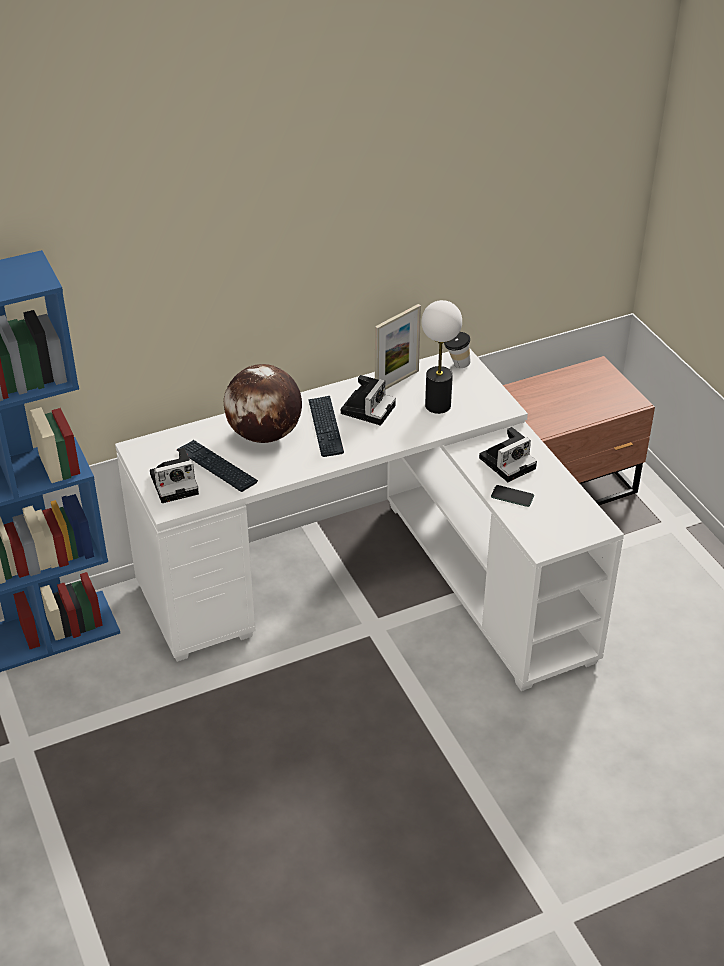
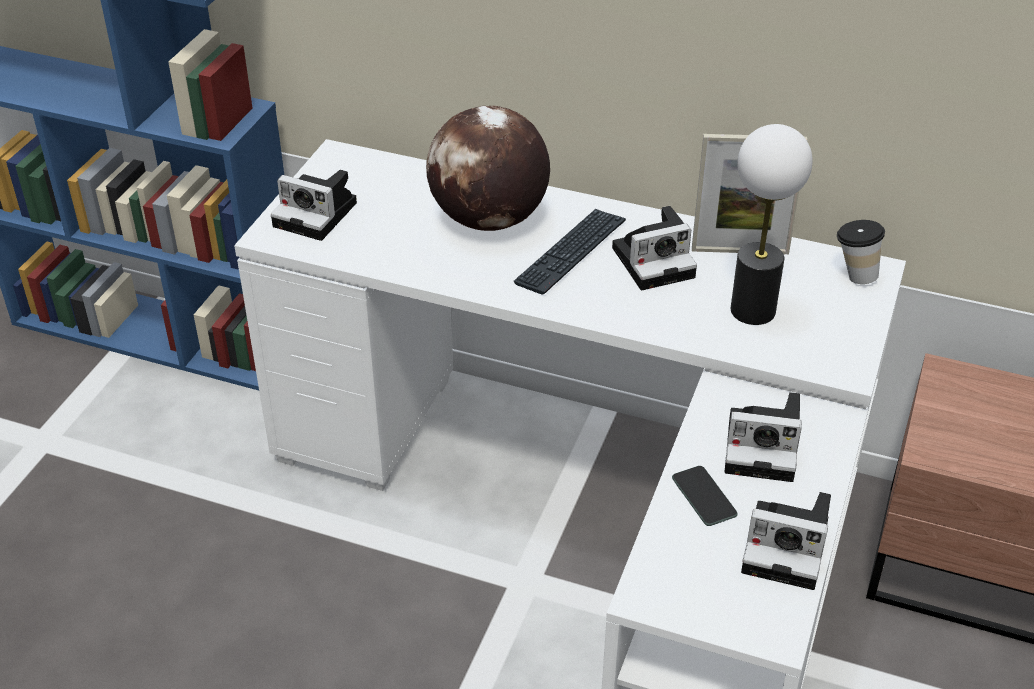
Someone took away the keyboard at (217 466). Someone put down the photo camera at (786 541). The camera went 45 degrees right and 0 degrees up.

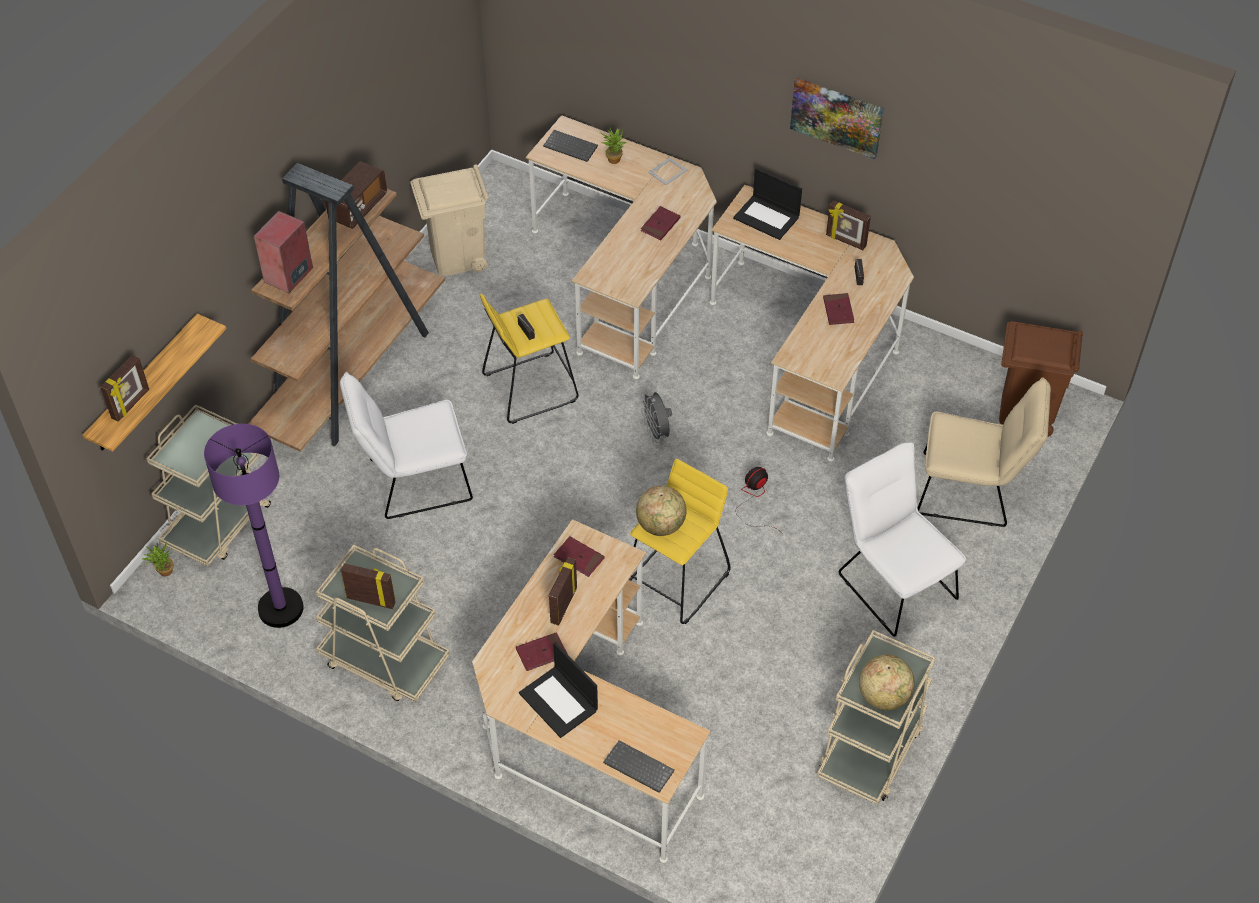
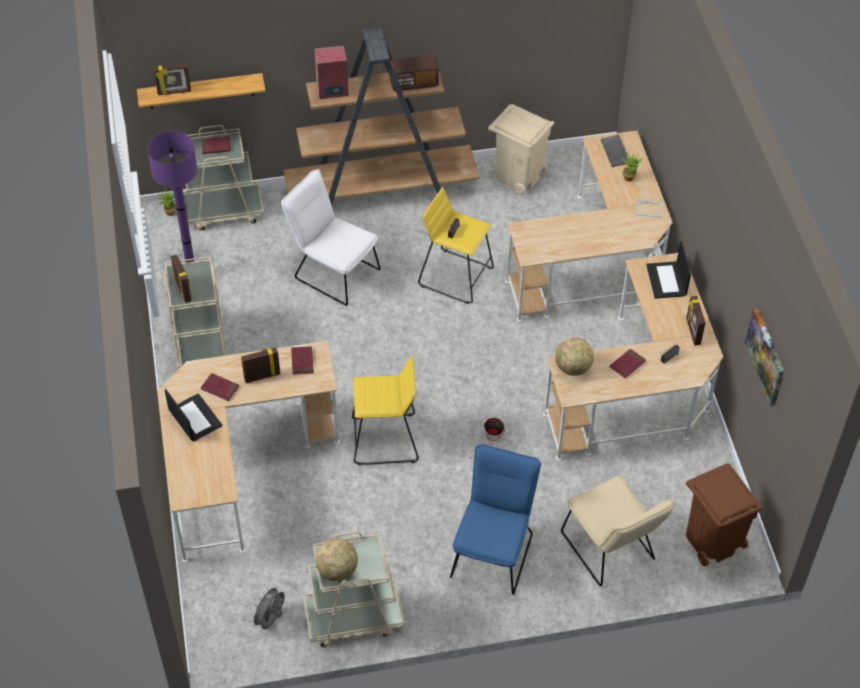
Someone took away the keyboard at (639 767). Someone carried the globe from (661 511) to (574 356). Someone carried the grey fan from (656 417) to (267 606). Someone carried the red book from (661 223) to (216 145). Someone carried the picture from (837 118) to (765 356). Someone repainted the white chair at (902 539), which became the blue chair at (495 519). Someone rotated the laptop at (558 690) by 135 degrees clockwise. The camera went 50 degrees right and 0 degrees up.

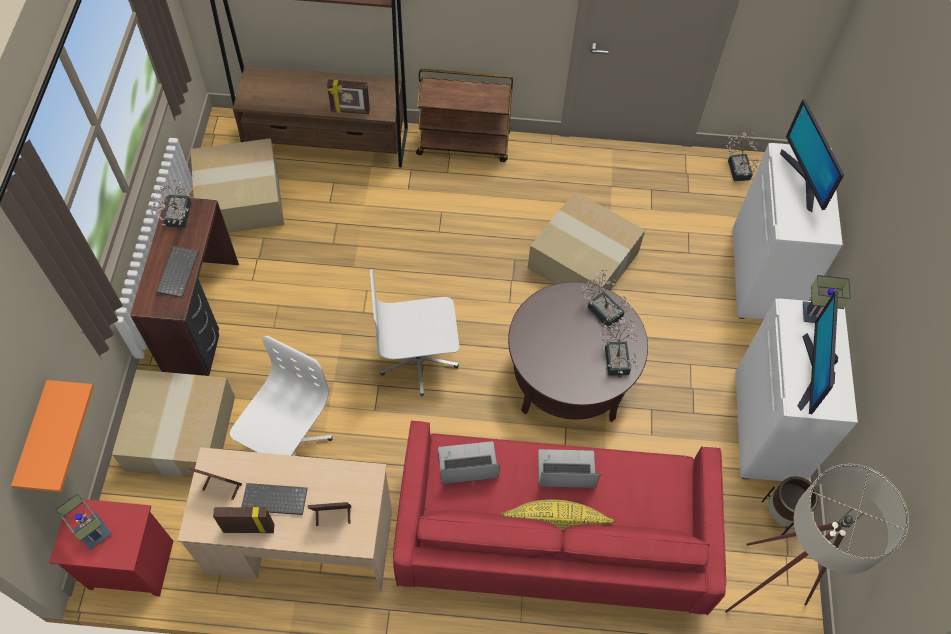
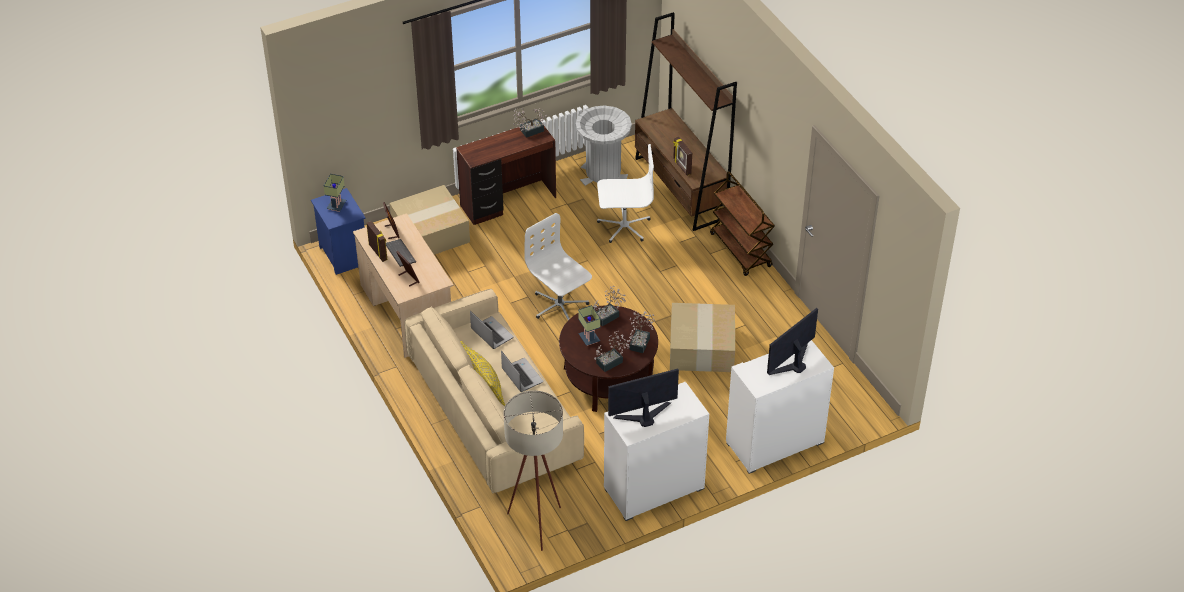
Someone took away the orange shelf at (52 436). Someone took away the keyboard at (177 272). Someone took away the brown planter at (790 505). Someone carried the white office chair from (281 396) to (625 193). Someone carried the potted plant from (742 157) to (609 306). Someone carried the table lamp from (827 299) to (589 325). Someone swapped the cardboard box at (237 185) for the grey trash can at (604 145). Someone repainted the red nightstand at (111 547), which became the blue nightstand at (338 231). Someone repainted the red sofa at (559 517), which became the beige sofa at (494 391). The camera went 60 degrees right and 15 degrees down.

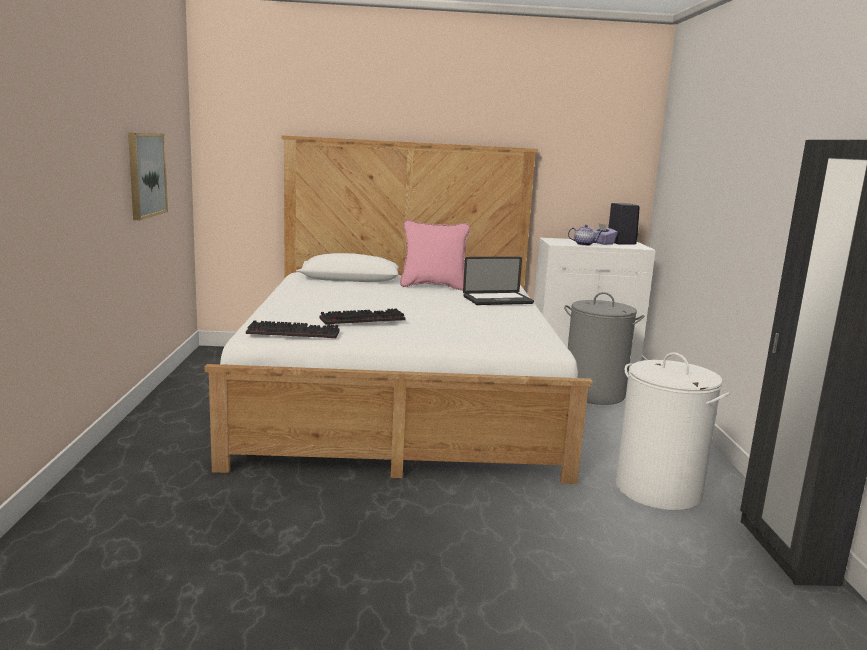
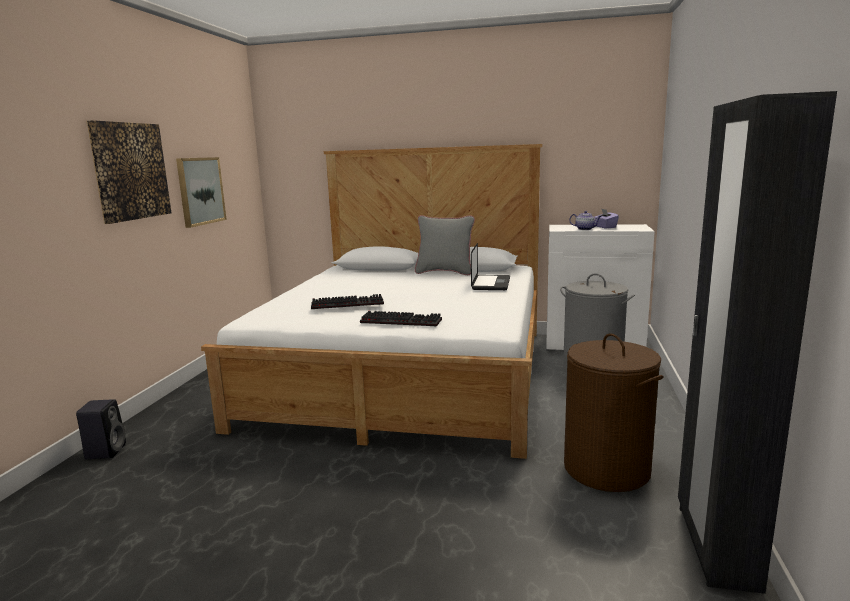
Someone put up the picture at (128 172). Someone carried the keyboard from (293 329) to (401 319). Someone carried the black speaker from (623 224) to (101 429). Someone repainted the pink pillow at (435 255), which became the grey pillow at (445 245). Someone repainted the white laundry basket at (673 431), which became the brown laundry basket at (613 412). Someone rotated the laptop at (498 281) by 75 degrees counterclockwise. The camera went 15 degrees right and 0 degrees up.

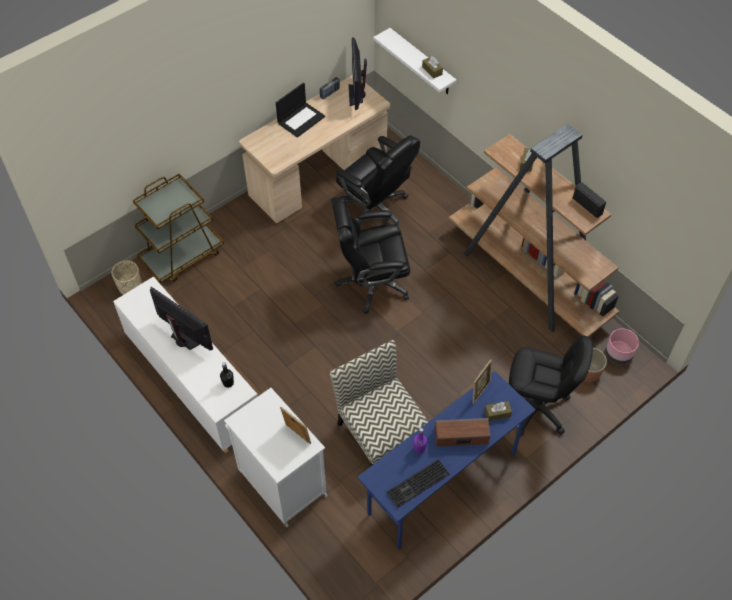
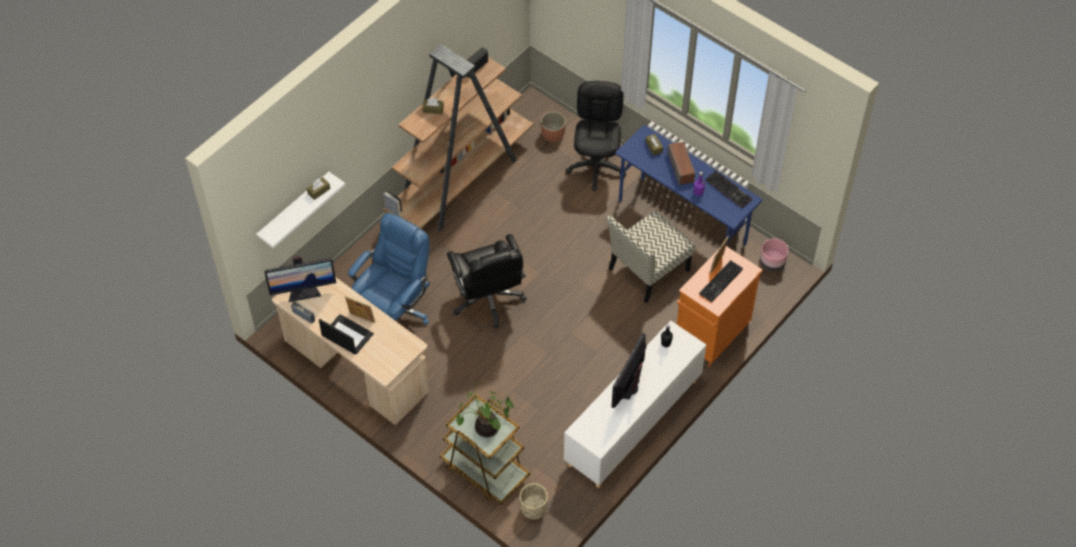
Someone put down the potted plant at (484 410). Someone put down the keyboard at (721 281). Someone carried the picture frame from (482 381) to (360 309). Someone carried the pink planter from (622 346) to (774 254). Someone repainted the white cabinet at (276 457), which became the orange cabinet at (720 307). Someone repainted the black office chair at (378 181), which became the blue office chair at (389 268). The camera went 100 degrees left and 0 degrees up.

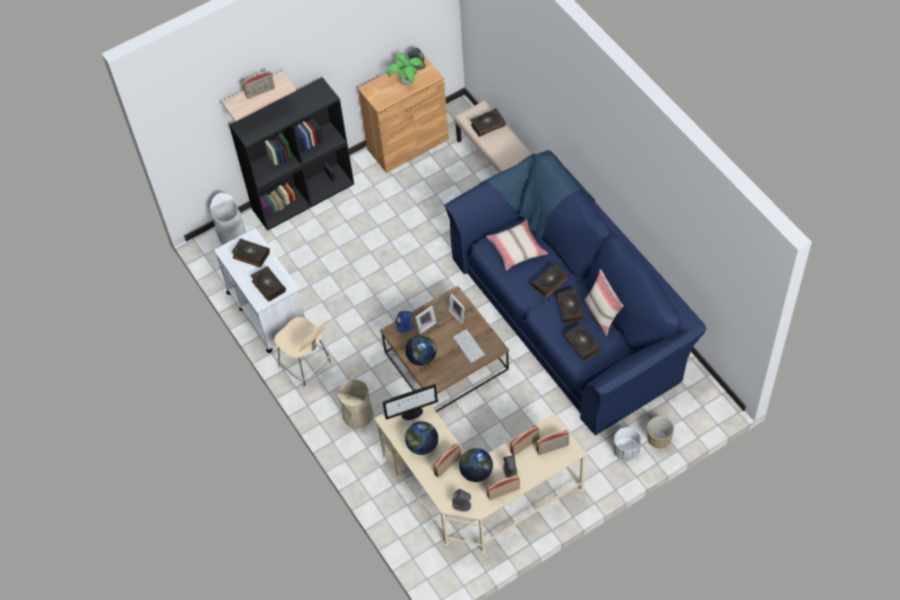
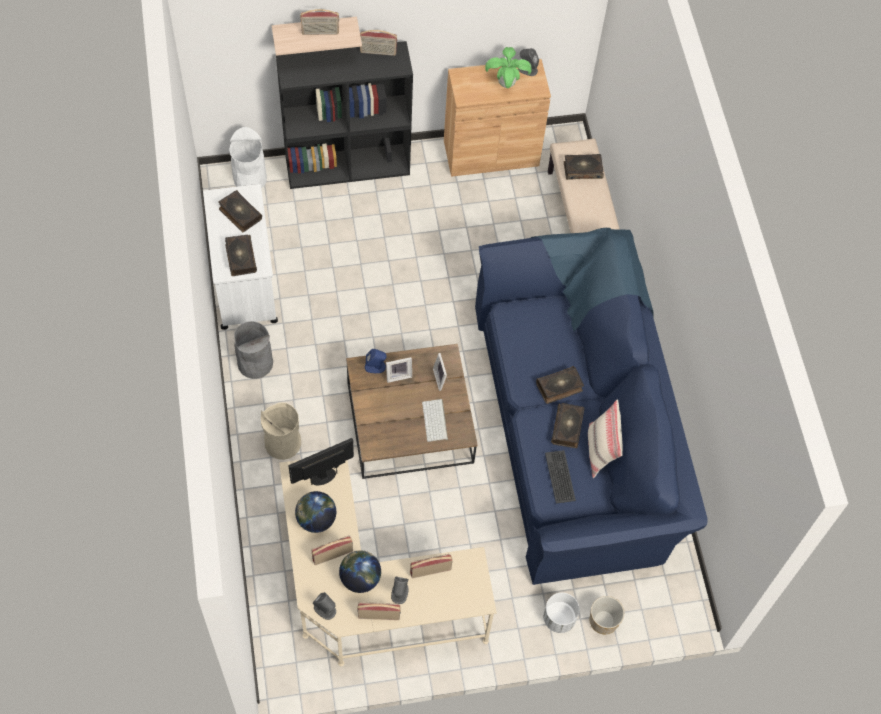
Someone took away the globe at (421 350). Someone took away the beige pillow at (517 244). Someone carried the radio from (552 442) to (378 43). Someone swapped the beige chair at (303 353) for the grey trash can at (253 350). Someone swapped the book at (582 342) for the keyboard at (560 476). Someone rotated the monitor at (410 402) by 150 degrees clockwise. The camera went 15 degrees right and 5 degrees up.

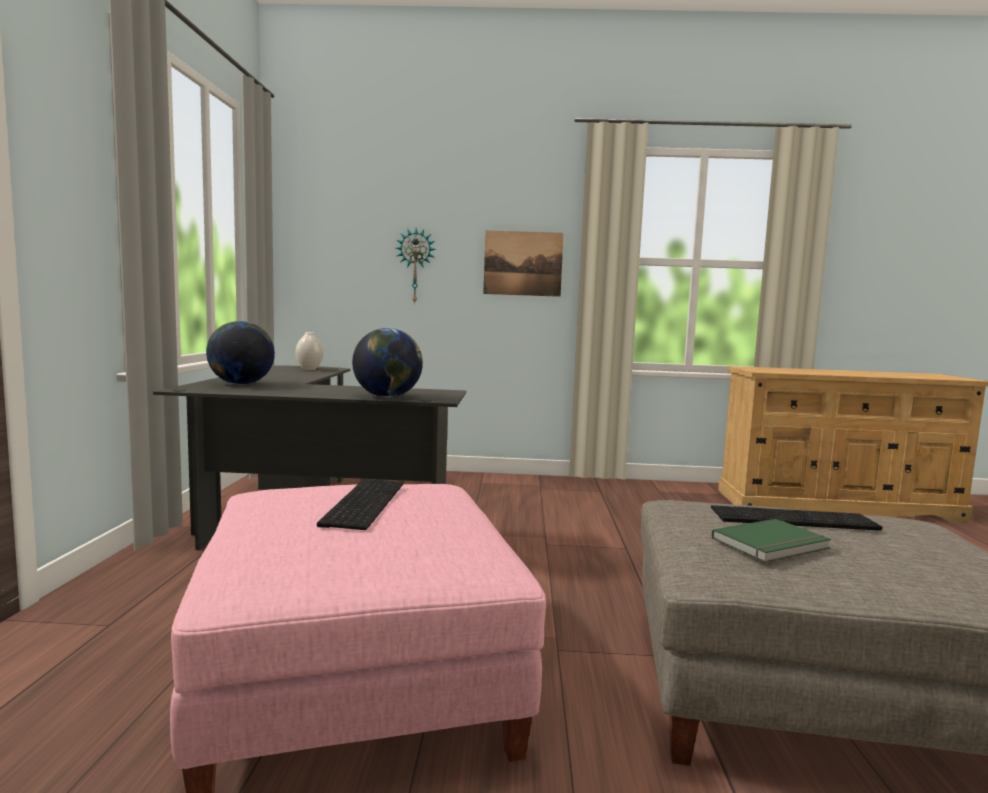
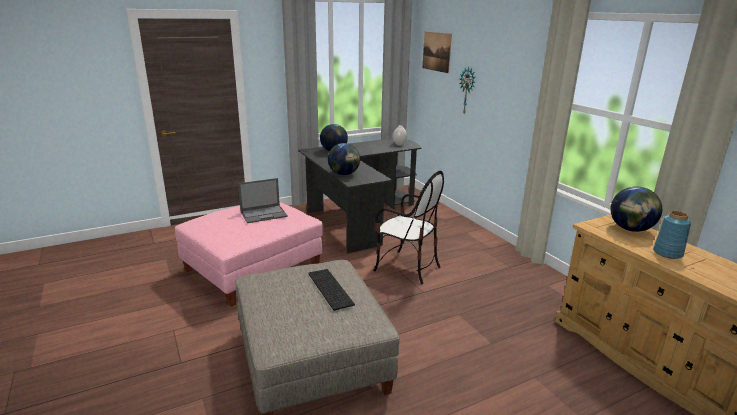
Someone took away the green book at (771 540). Someone put down the chair at (408 227). Someone put down the globe at (636 209). Someone put down the blue vase at (672 235). Someone carried the picture from (523 264) to (437 52). Someone swapped the keyboard at (360 504) for the laptop at (263 200). The camera went 60 degrees right and 15 degrees up.

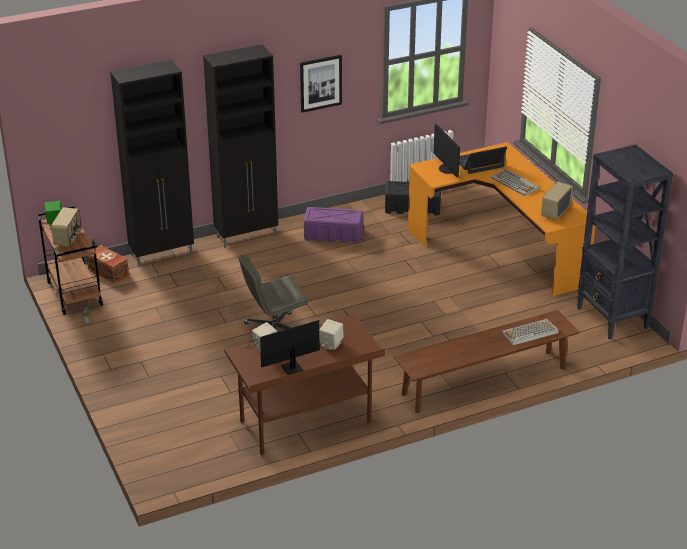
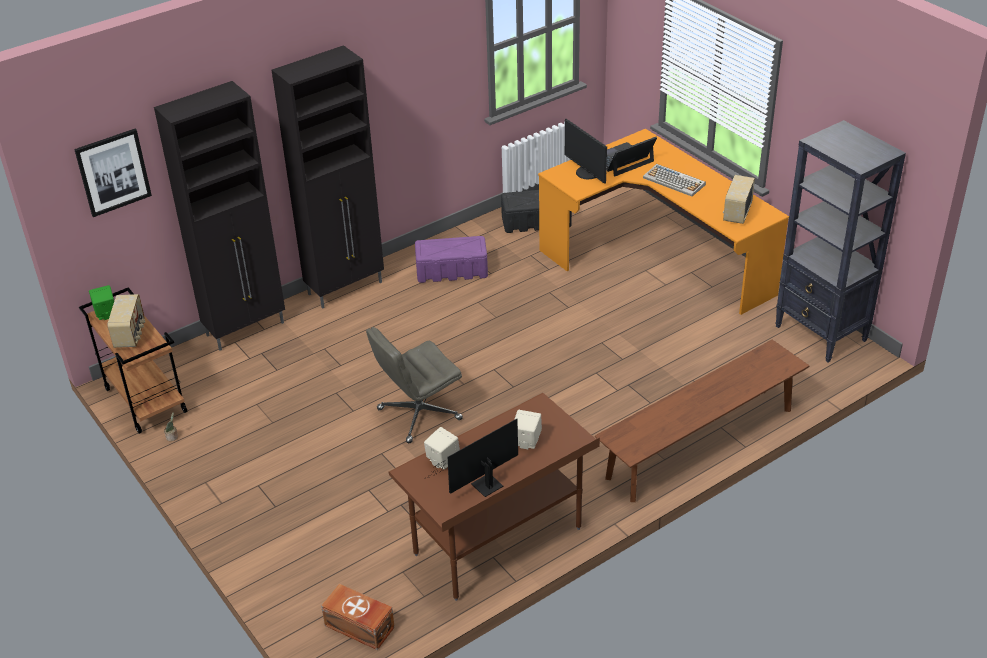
Someone took away the keyboard at (530 332). Someone carried the brown storage box from (108 264) to (358 617). Someone carried the picture from (321 84) to (113 173). The camera went 10 degrees left and 5 degrees up.

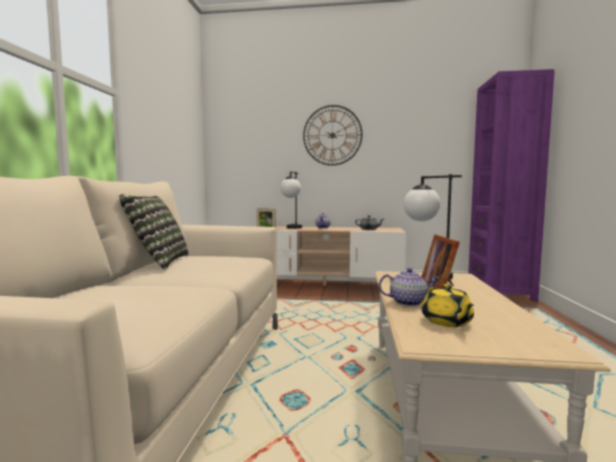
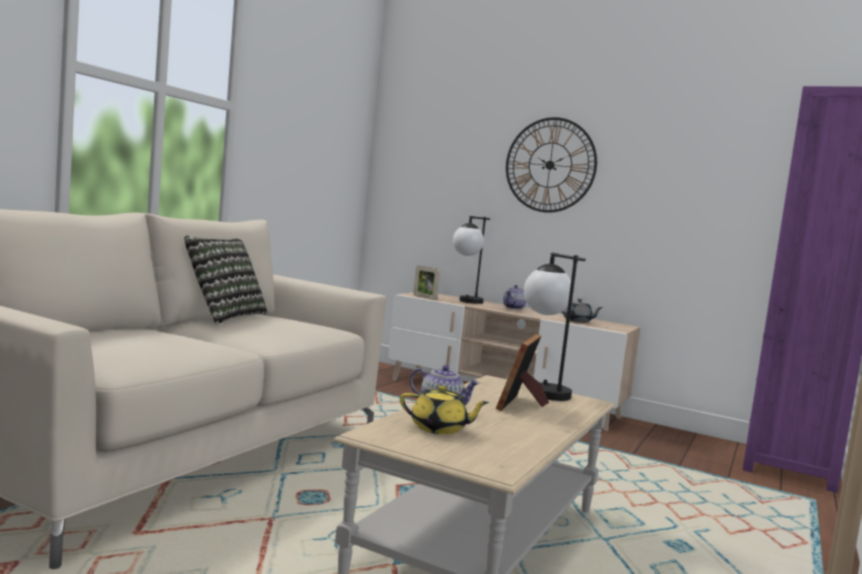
Someone rotated the yellow teapot at (448 305) by 90 degrees counterclockwise. The camera went 20 degrees right and 0 degrees up.

